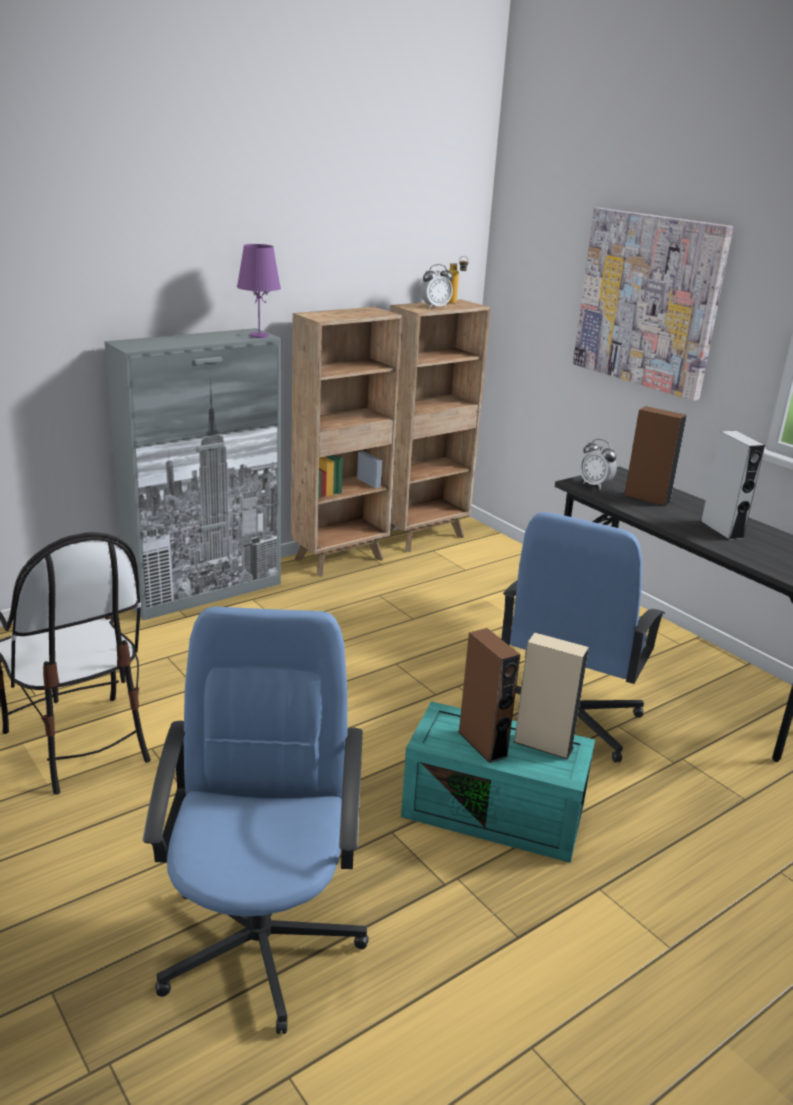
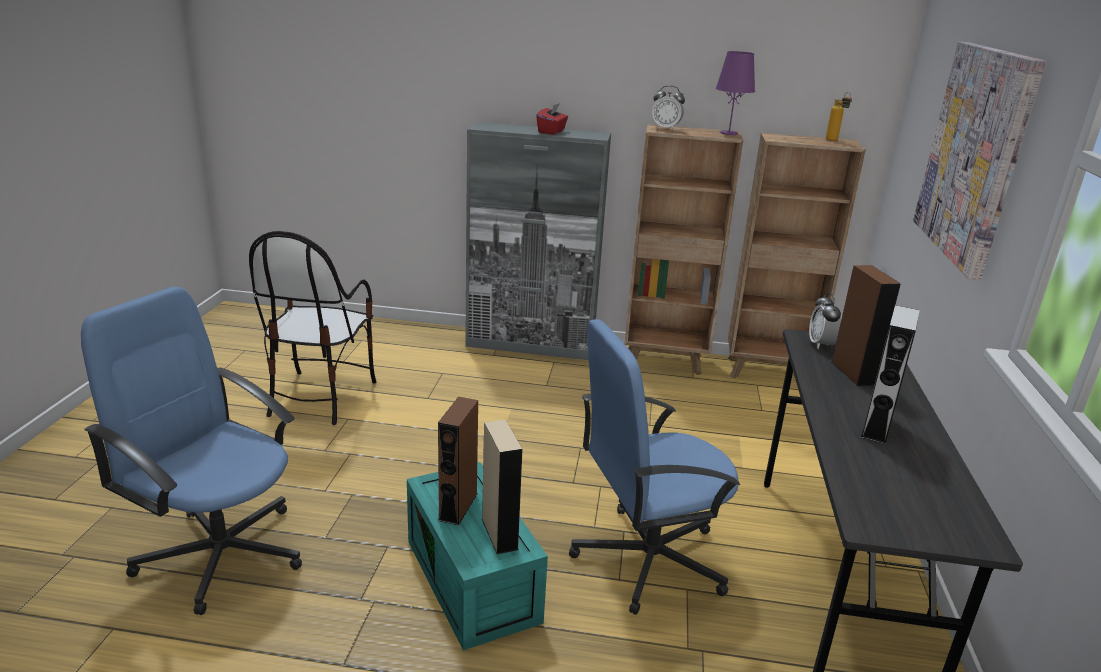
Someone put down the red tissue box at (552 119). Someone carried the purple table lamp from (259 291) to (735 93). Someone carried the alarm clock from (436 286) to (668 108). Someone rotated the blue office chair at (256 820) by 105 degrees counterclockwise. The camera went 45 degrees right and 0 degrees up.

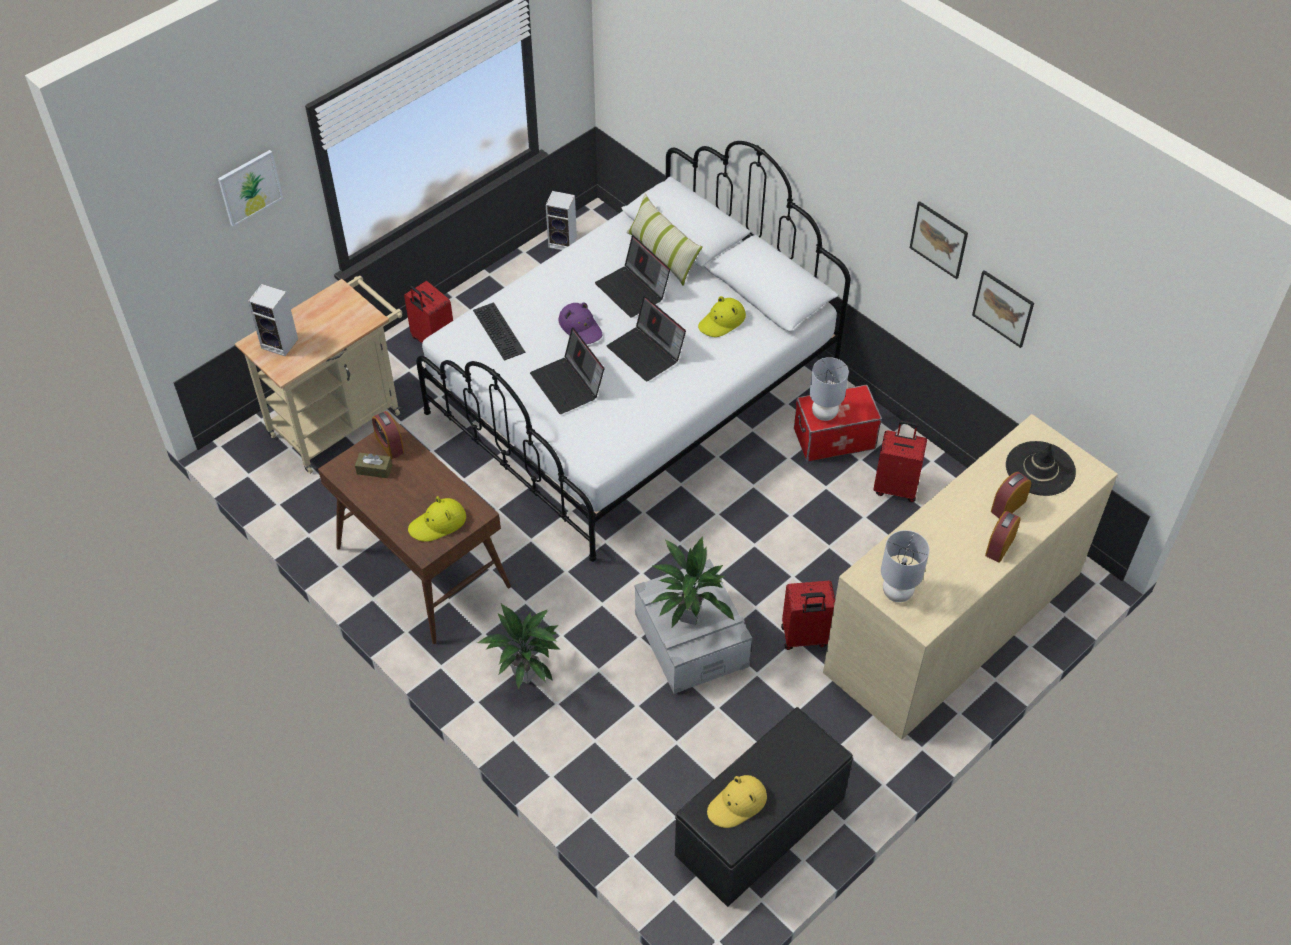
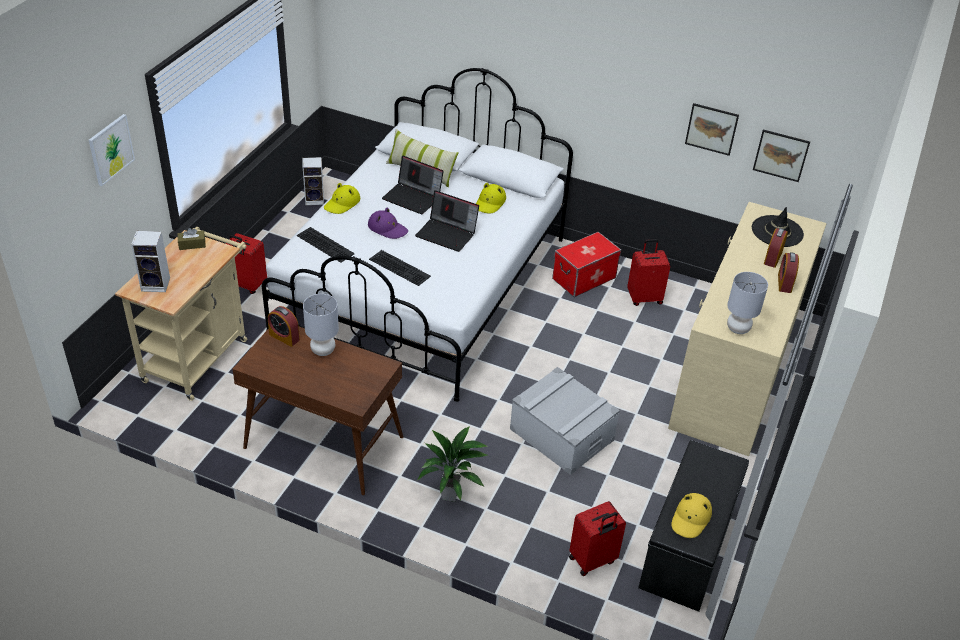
Someone took away the potted plant at (693 581). Someone carried the brown tissue box from (373 465) to (191 239). Someone carried the yellow hat from (437 519) to (342 198). Someone carried the red suitcase from (808 615) to (597 538). Someone carried the grey table lamp from (829 389) to (321 325). Someone carried the picture from (939 240) to (781 155). Someone swapped the laptop at (567 370) for the keyboard at (400 268). The camera went 25 degrees left and 10 degrees down.

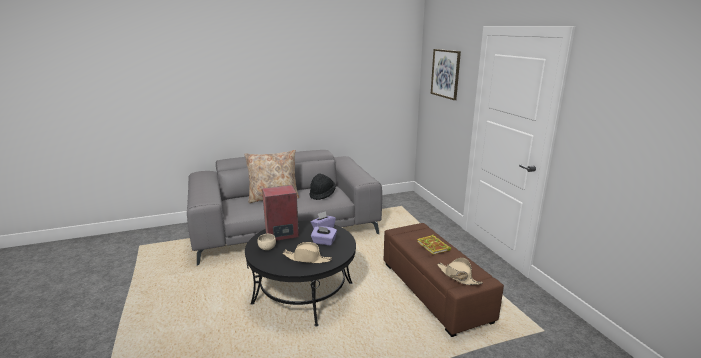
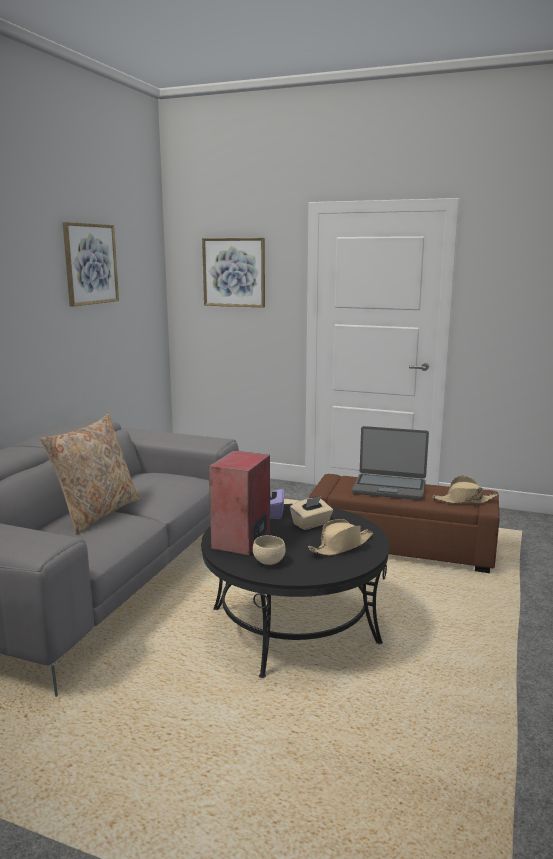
Someone took away the black hat at (323 186). Someone put up the picture at (91 264). Someone swapped the book at (434 244) for the laptop at (390 463). Someone repainted the purple tissue box at (324 235), which became the beige tissue box at (311 513). The camera went 50 degrees left and 5 degrees down.

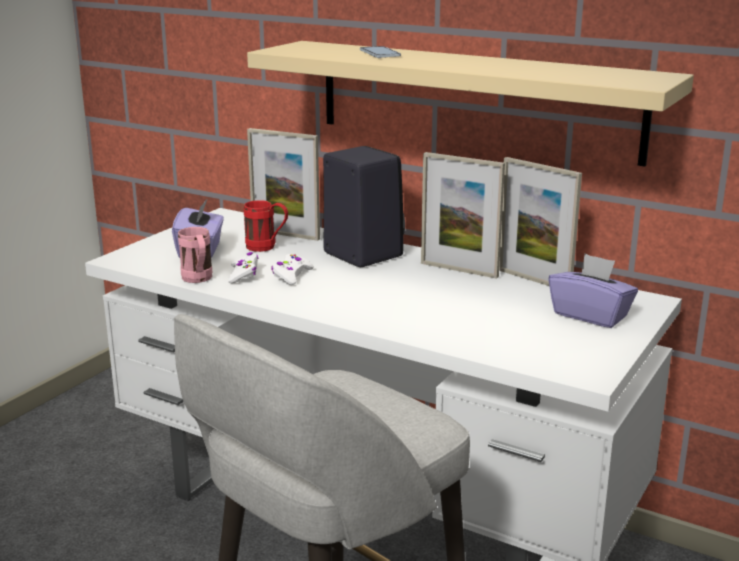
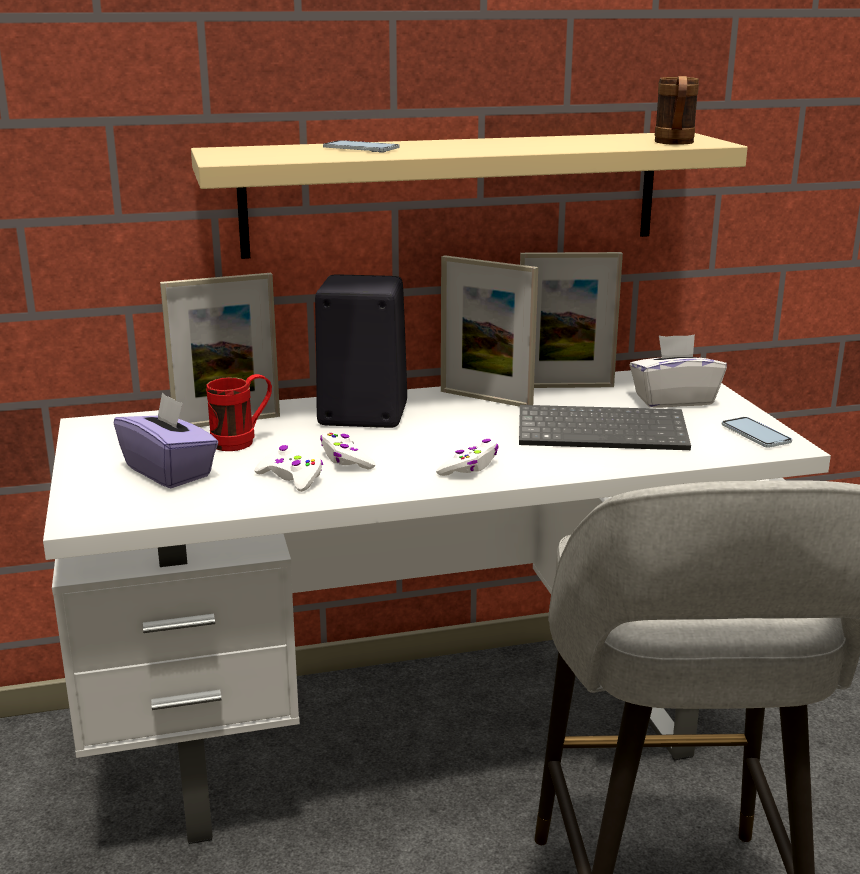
Someone took away the pink mug at (195 255). Someone put down the white game controller at (467 457). Someone put down the keyboard at (605 427). Someone put down the brown mug at (677 110). Someone put down the phone at (757 432). Someone repainted the purple tissue box at (593 291), which became the white tissue box at (678 371). Someone rotated the picture frame at (463 215) by 45 degrees clockwise. The camera went 45 degrees left and 0 degrees up.

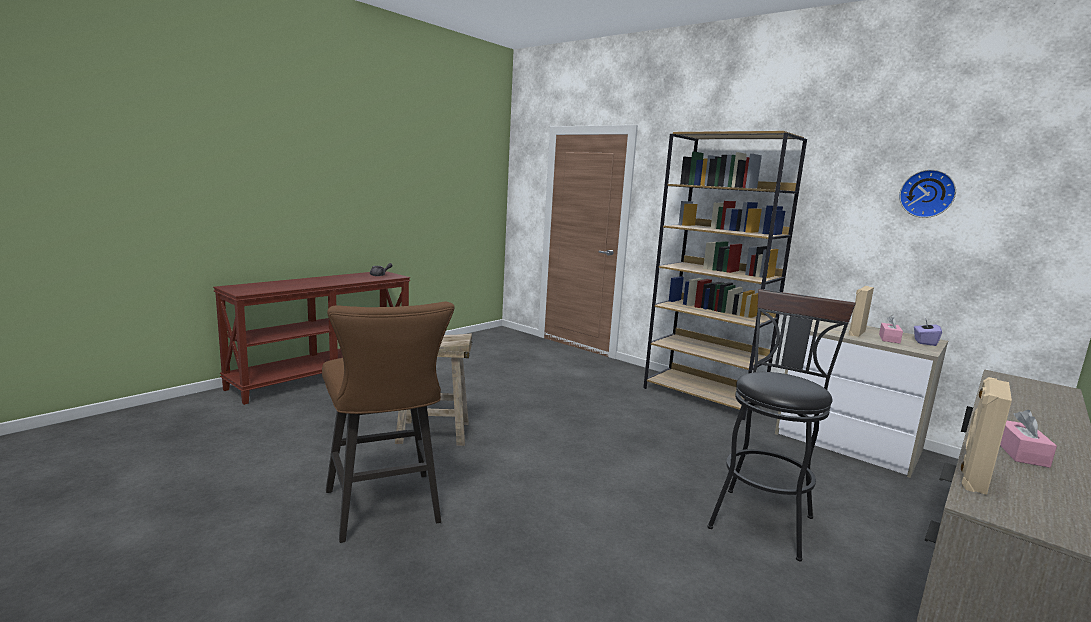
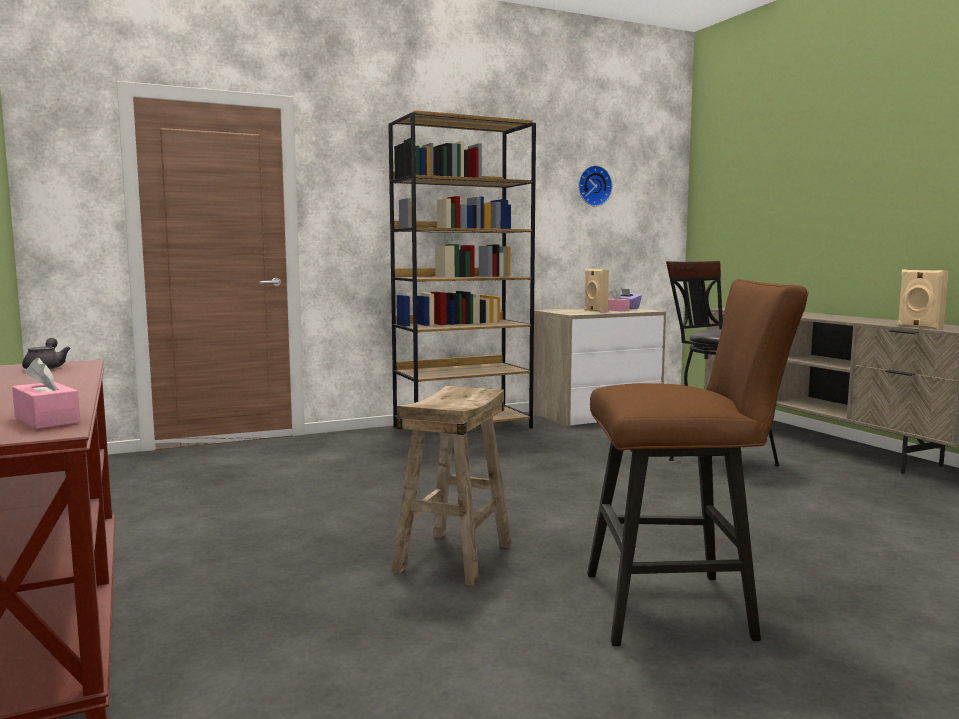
Someone carried the pink tissue box from (1028 439) to (46 393). The camera went 65 degrees left and 5 degrees down.

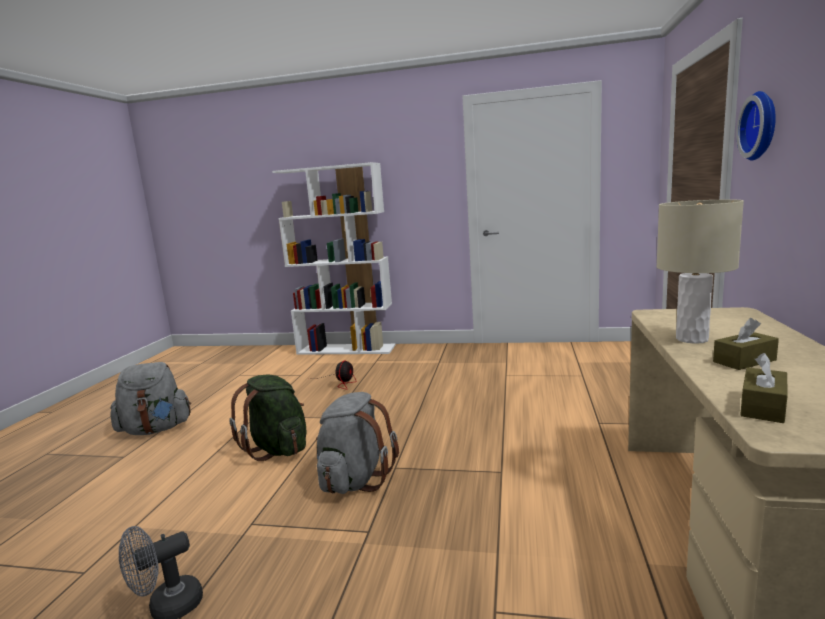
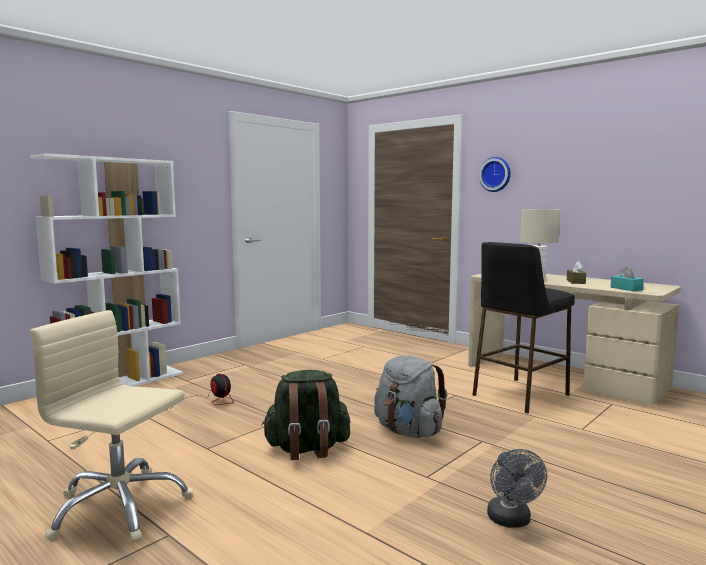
Someone put down the black stool at (524 327). Someone swapped the grey backpack at (150 398) for the beige office chair at (111 426). Someone repainted the brown tissue box at (764 388), which became the turquoise tissue box at (627 278). The camera went 60 degrees left and 5 degrees down.

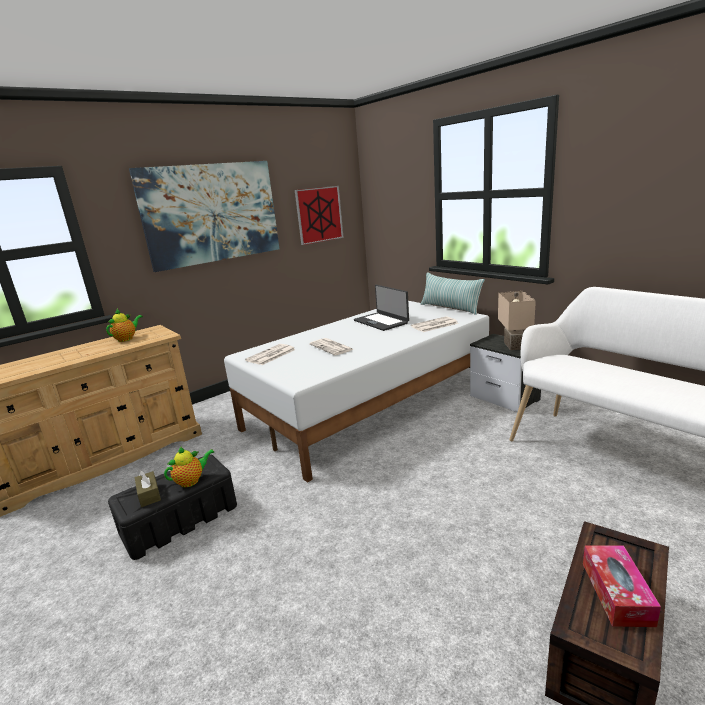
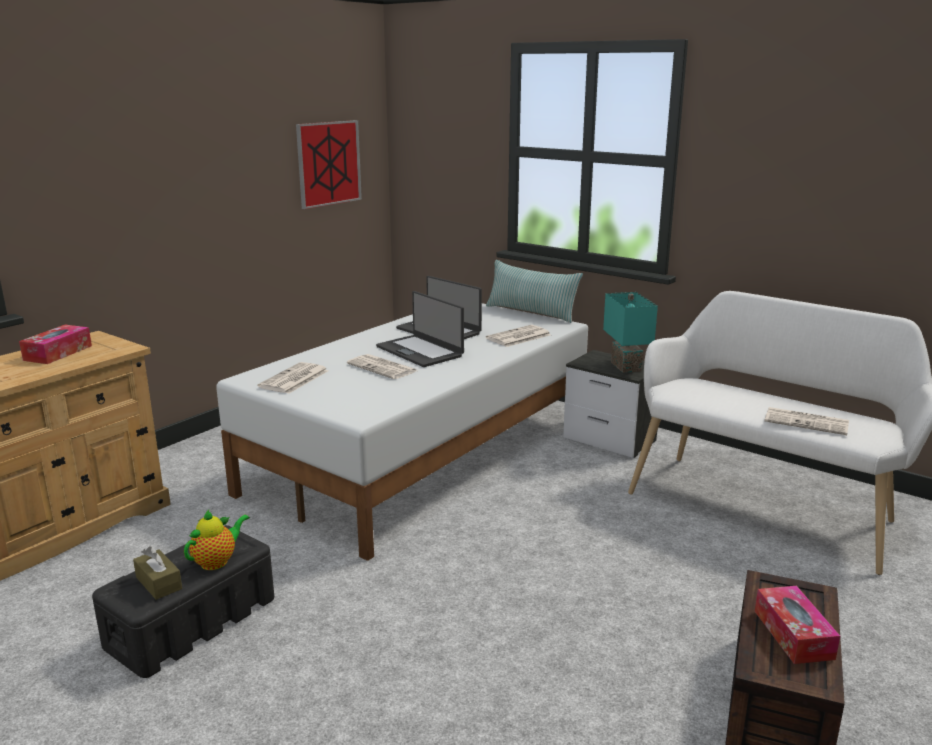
Someone took away the picture at (204 216). Someone put down the laptop at (420 329). Someone put down the newspaper at (806 421). Someone swapped the teapot at (124 325) for the tissue box at (55 344). Someone repainted the beige table lamp at (517 320), which became the turquoise table lamp at (630 332). The camera went 15 degrees left and 0 degrees up.

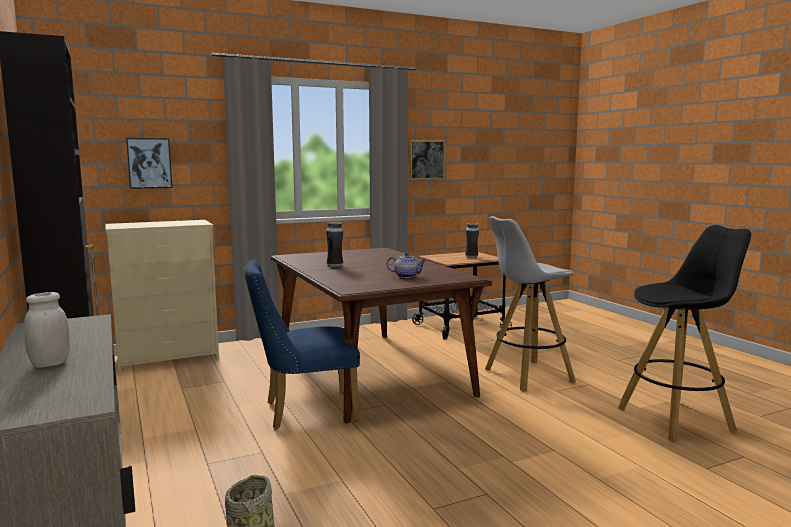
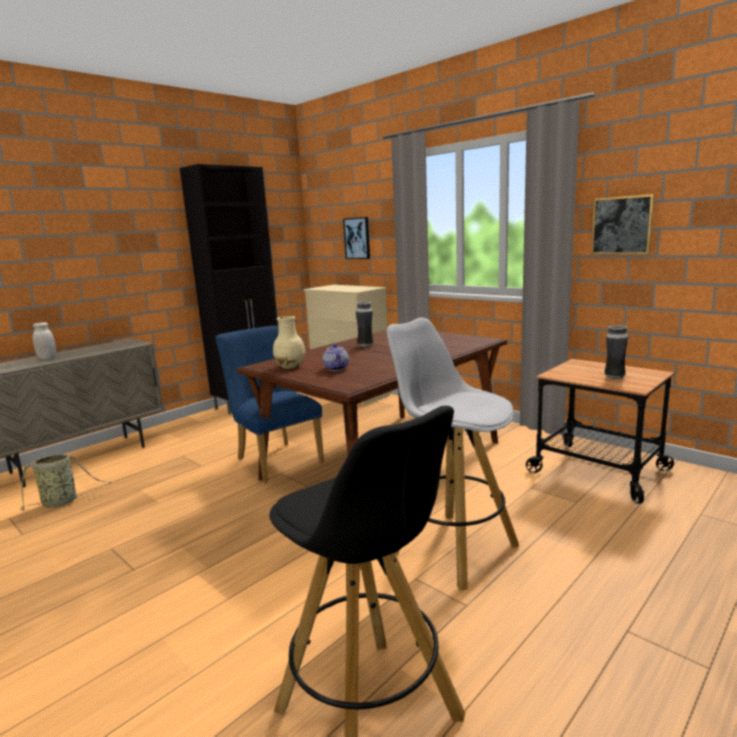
Someone put down the beige vase at (289 342). The camera went 70 degrees right and 5 degrees up.

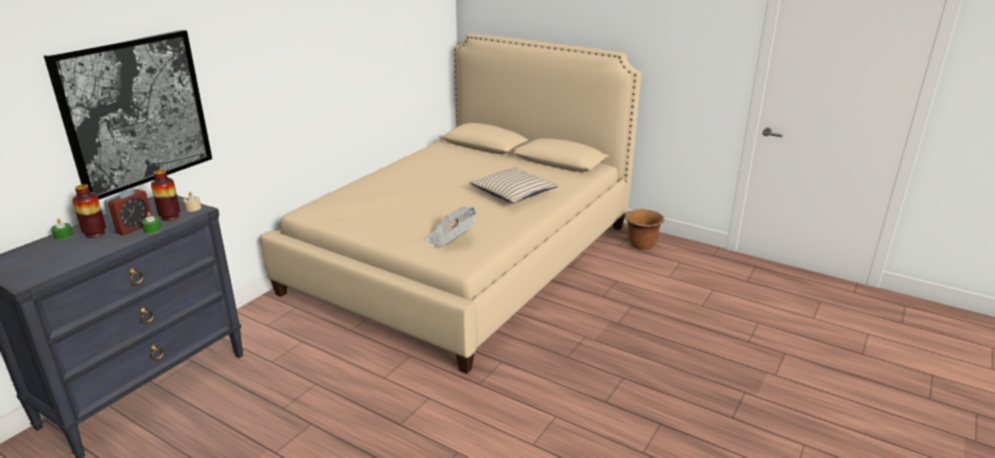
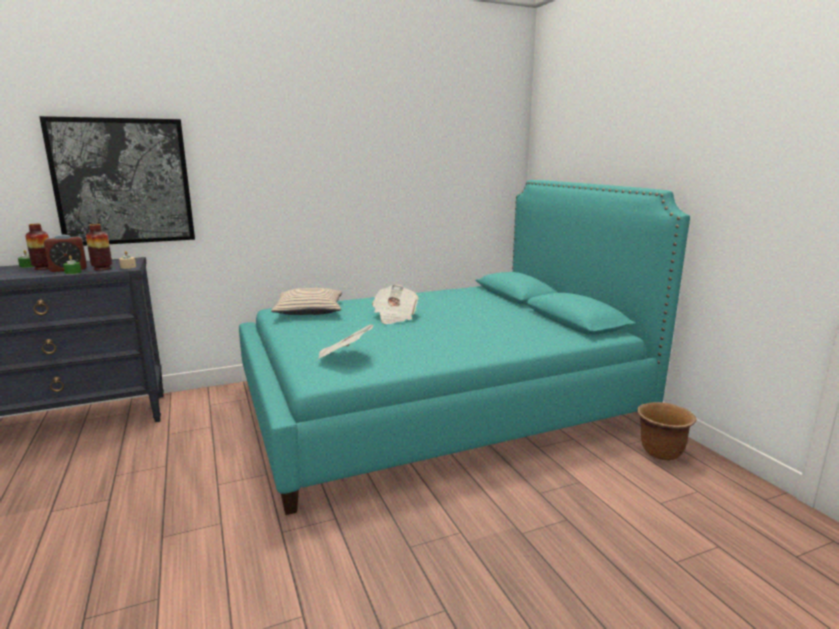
Someone put down the newspaper at (395 304). Someone carried the beige pillow from (514 186) to (306 301). Someone repainted the beige bed at (451 203), which became the turquoise bed at (464 347). The camera went 35 degrees right and 10 degrees down.

